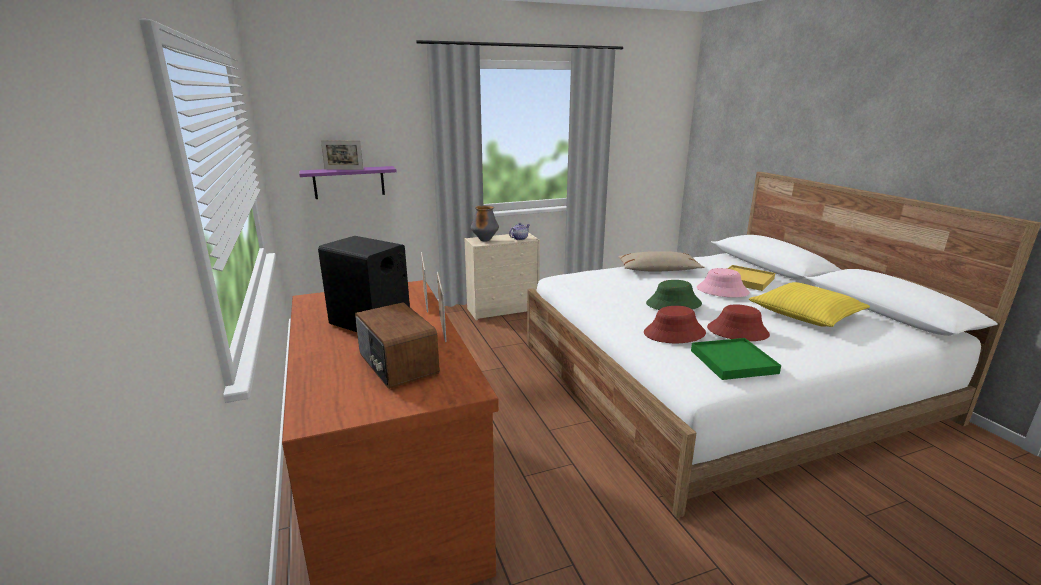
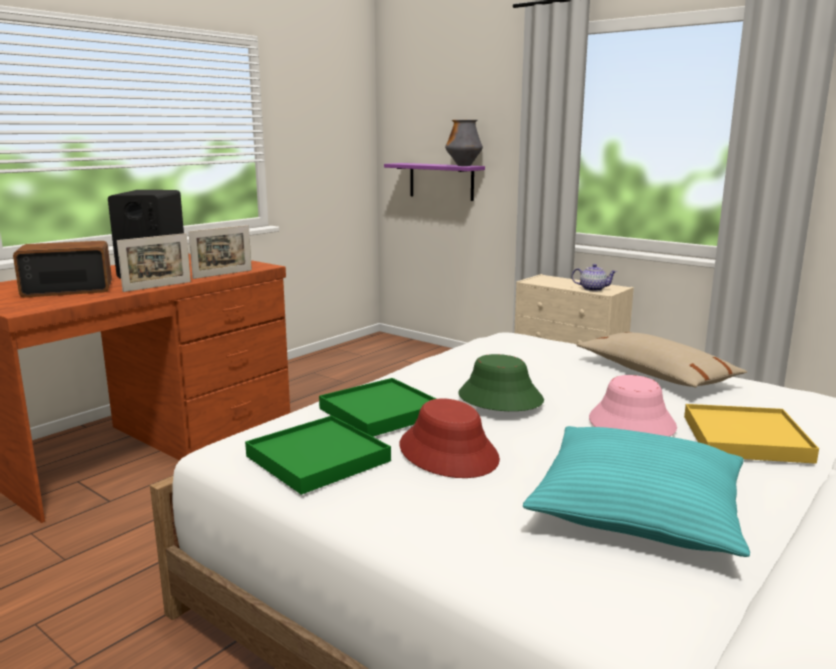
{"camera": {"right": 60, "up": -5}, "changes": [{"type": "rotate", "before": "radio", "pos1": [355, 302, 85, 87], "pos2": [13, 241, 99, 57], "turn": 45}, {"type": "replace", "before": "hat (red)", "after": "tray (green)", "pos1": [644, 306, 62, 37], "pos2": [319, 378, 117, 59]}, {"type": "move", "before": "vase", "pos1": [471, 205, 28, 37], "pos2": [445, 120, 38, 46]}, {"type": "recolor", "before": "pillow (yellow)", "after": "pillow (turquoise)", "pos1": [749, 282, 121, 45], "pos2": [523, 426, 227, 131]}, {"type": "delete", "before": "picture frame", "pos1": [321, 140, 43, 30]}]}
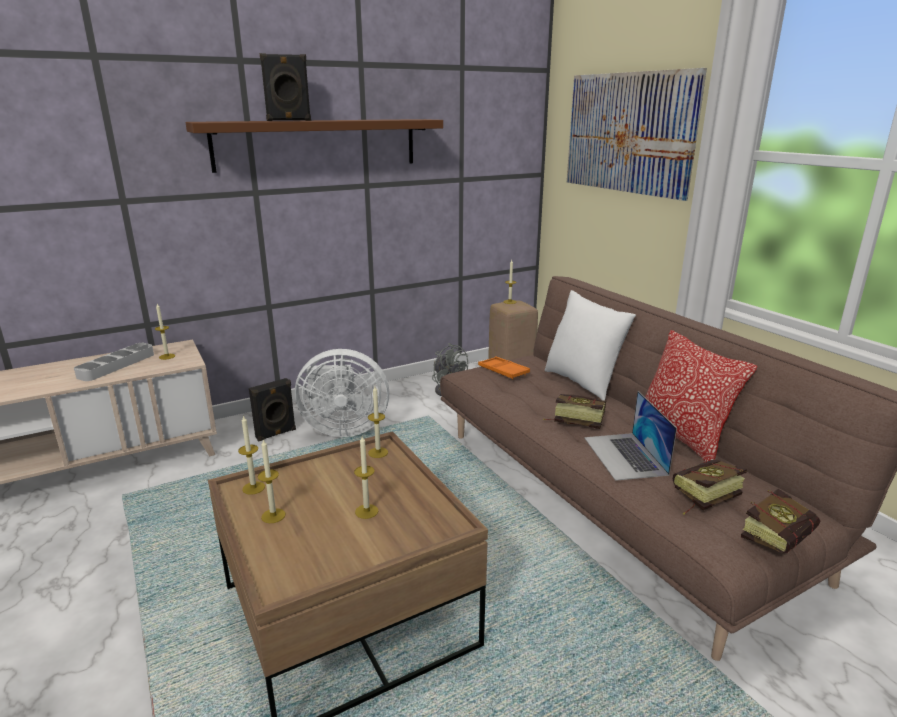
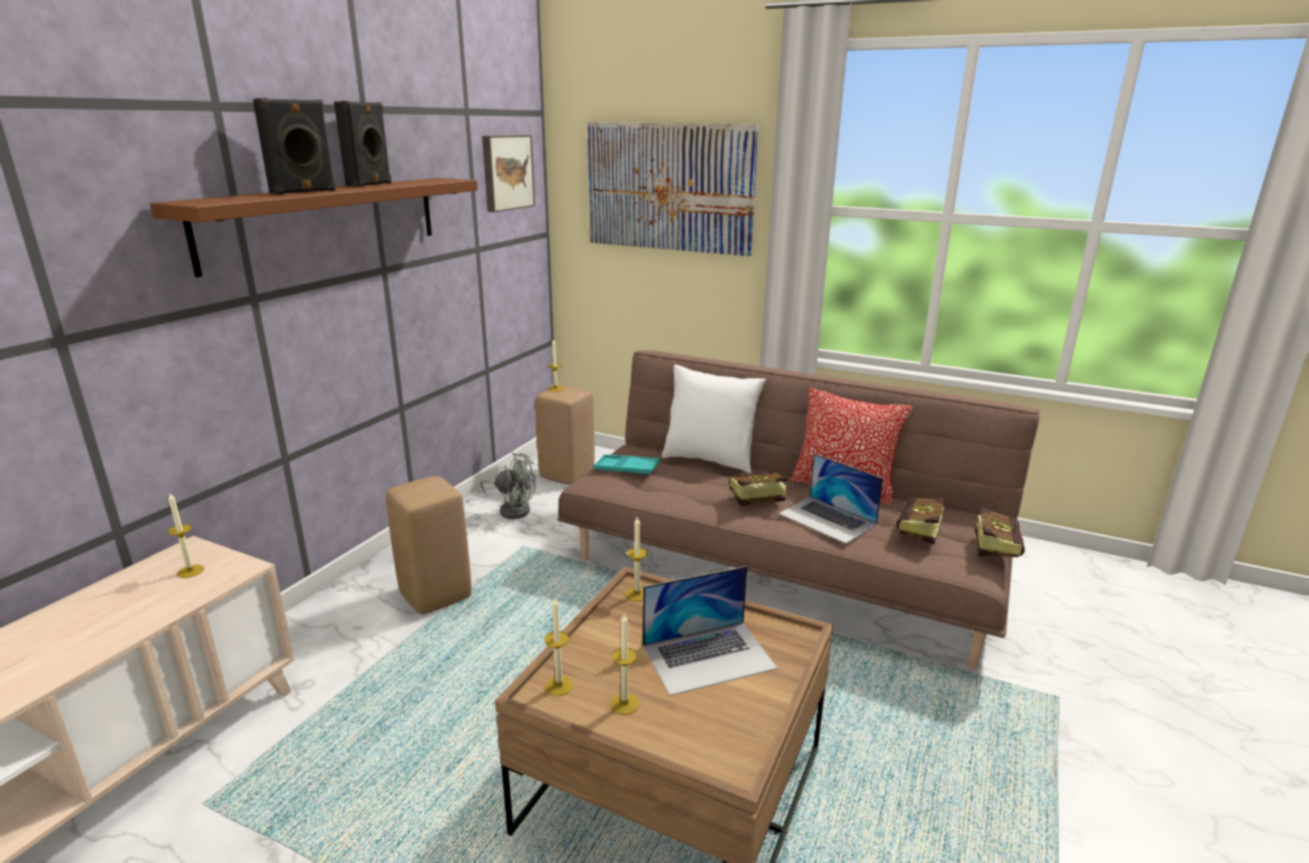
{"camera": {"right": -35, "up": 0}, "changes": [{"type": "move", "before": "speaker (black)", "pos1": [249, 378, 47, 63], "pos2": [334, 101, 57, 86]}, {"type": "replace", "before": "fan (white)", "after": "stool (beige)", "pos1": [295, 349, 94, 88], "pos2": [386, 476, 86, 139]}, {"type": "insert", "after": "picture", "pos2": [482, 135, 53, 77]}, {"type": "recolor", "before": "tray (orange)", "after": "tray (turquoise)", "pos1": [478, 356, 52, 23], "pos2": [593, 454, 67, 21]}, {"type": "replace", "before": "candle", "after": "laptop", "pos1": [354, 436, 25, 83], "pos2": [643, 566, 134, 130]}, {"type": "delete", "before": "tray (grey)", "pos1": [74, 343, 80, 38]}]}
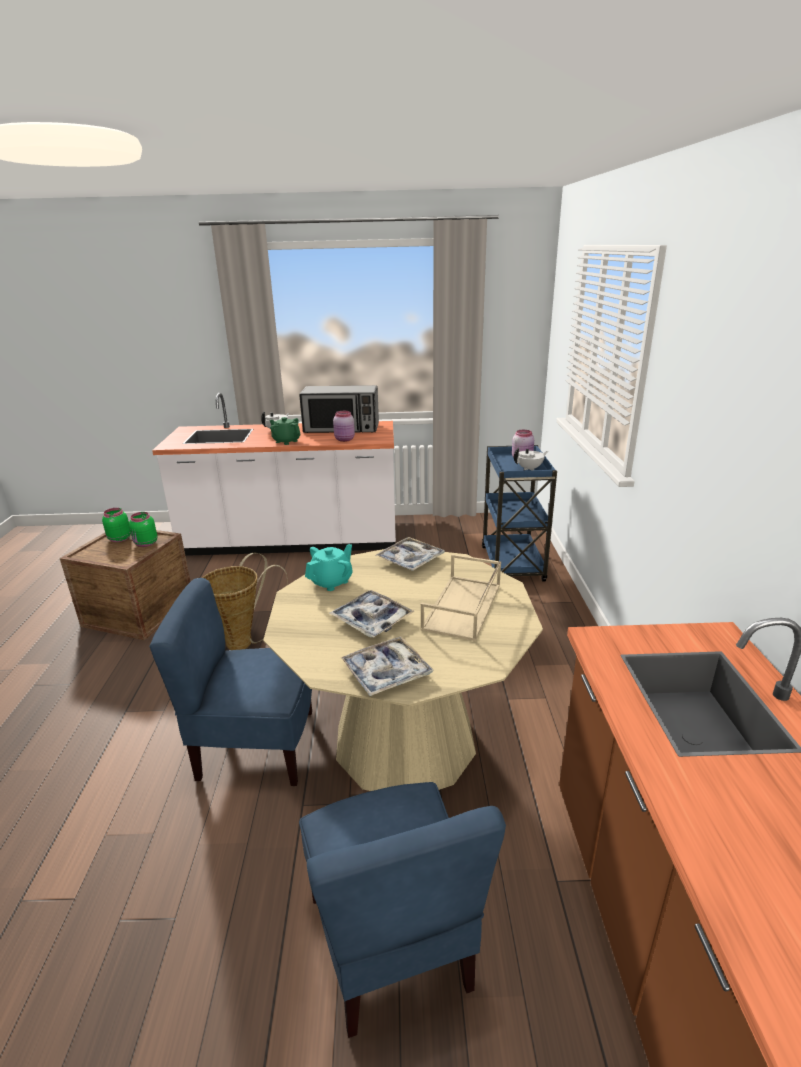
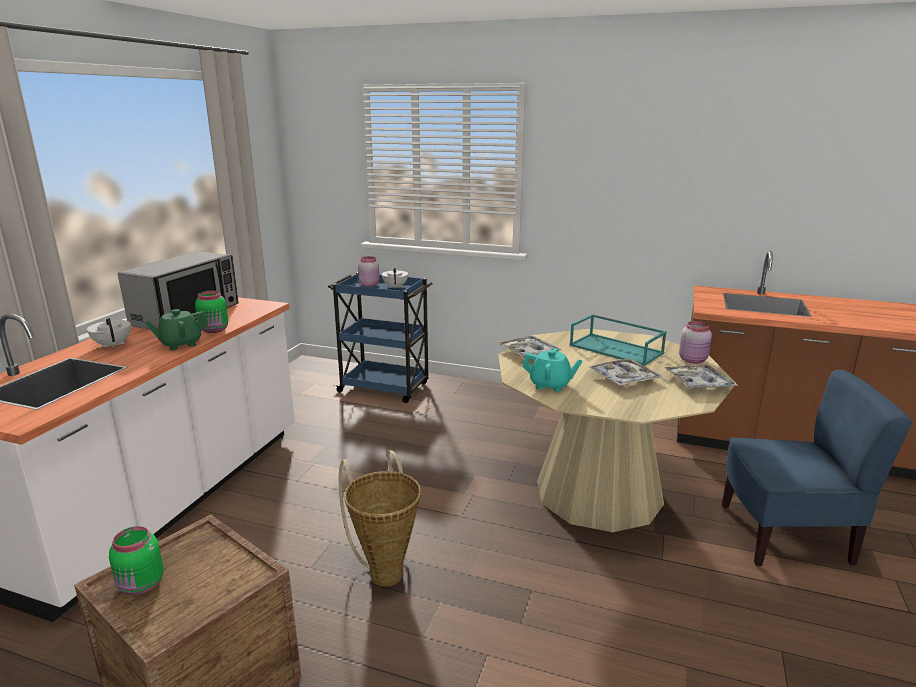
{"camera": {"right": -70, "up": -5}, "changes": [{"type": "move", "before": "jar (green)", "pos1": [129, 512, 28, 35], "pos2": [195, 291, 33, 42]}, {"type": "rotate", "before": "teapot (turquoise)", "pos1": [305, 544, 48, 47], "pos2": [522, 348, 60, 44], "turn": 135}, {"type": "recolor", "before": "tray (beige)", "after": "tray (turquoise)", "pos1": [421, 554, 80, 88], "pos2": [570, 314, 97, 52]}, {"type": "move", "before": "jar (pink)", "pos1": [333, 411, 22, 31], "pos2": [679, 321, 33, 43]}, {"type": "delete", "before": "chair (blue)", "pos1": [149, 578, 163, 208]}]}
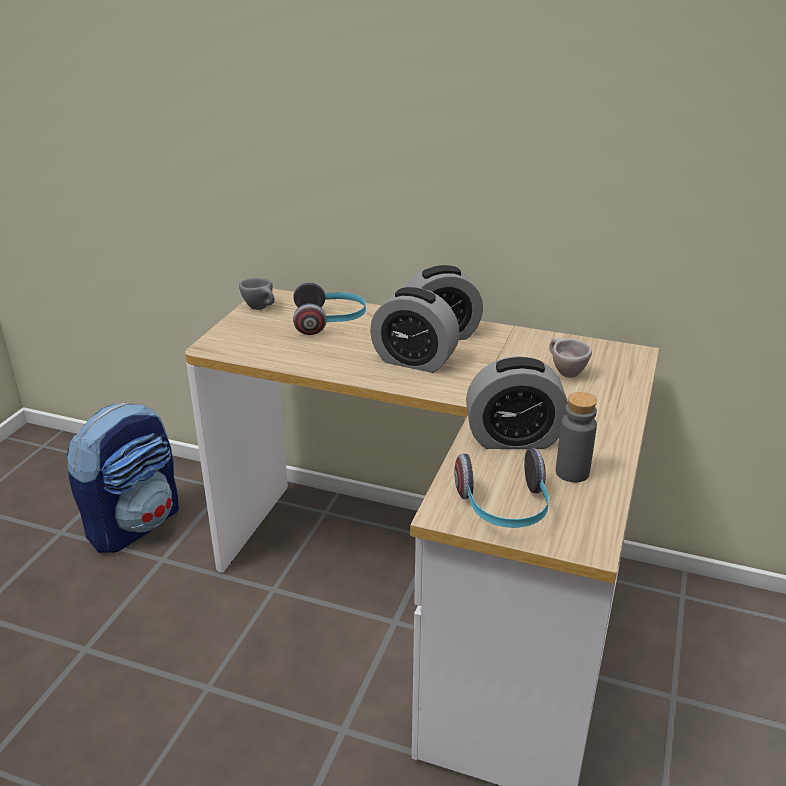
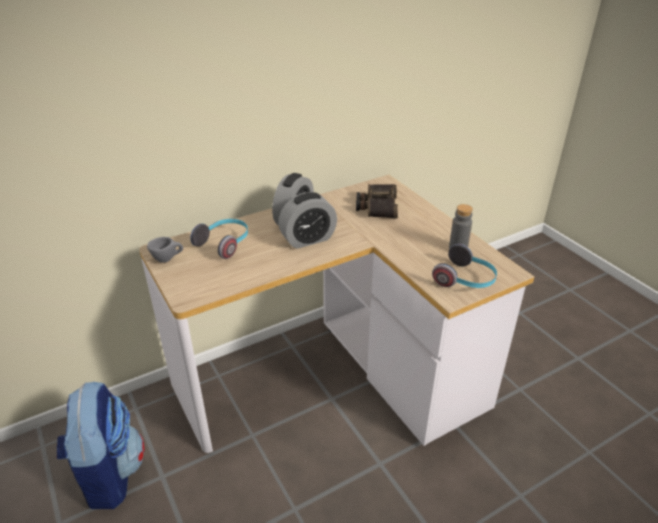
{"camera": {"right": -50, "up": 5}, "changes": [{"type": "replace", "before": "cup (beige)", "after": "binoculars", "pos1": [549, 338, 43, 40], "pos2": [356, 184, 42, 35]}, {"type": "delete", "before": "alarm clock", "pos1": [466, 356, 102, 93]}]}
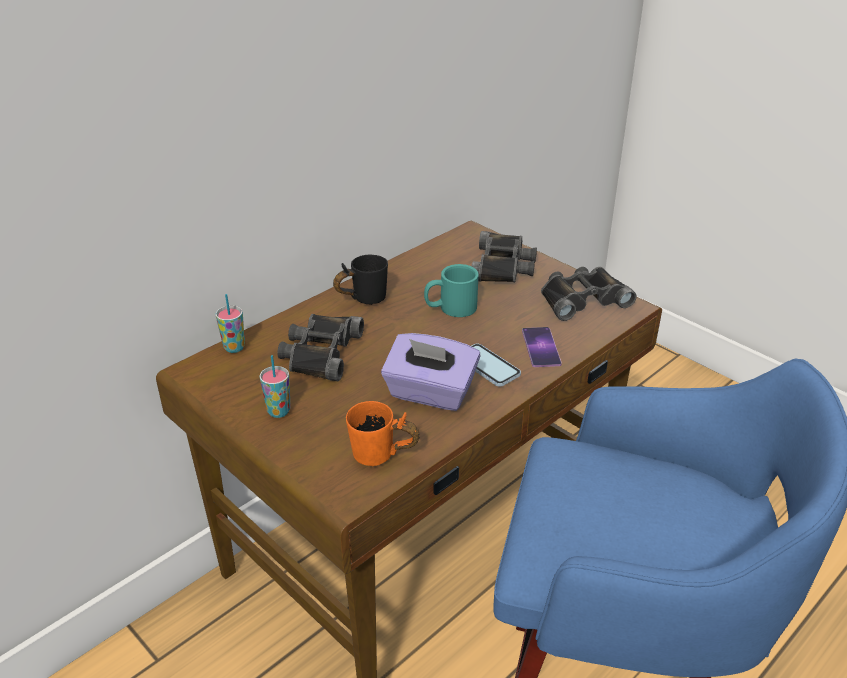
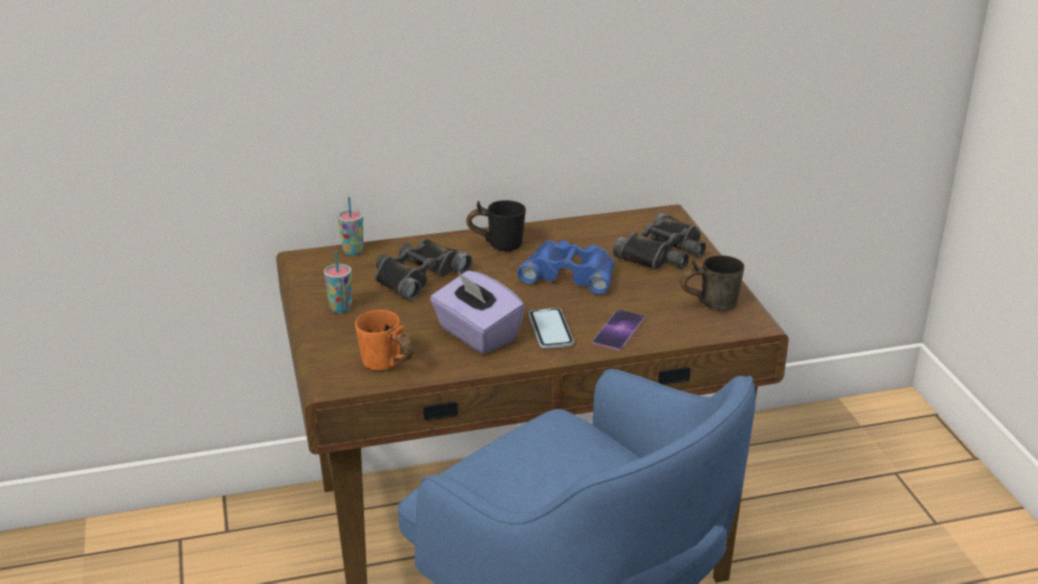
{"camera": {"right": 30, "up": -5}, "changes": [{"type": "replace", "before": "mug (turquoise)", "after": "binoculars (blue)", "pos1": [424, 264, 55, 53], "pos2": [517, 240, 98, 55]}, {"type": "replace", "before": "binoculars (black)", "after": "mug (grey)", "pos1": [541, 267, 95, 54], "pos2": [680, 255, 65, 56]}]}
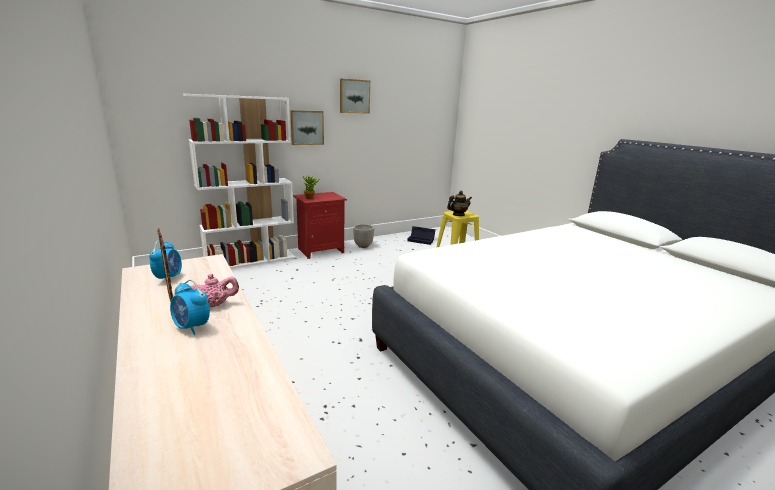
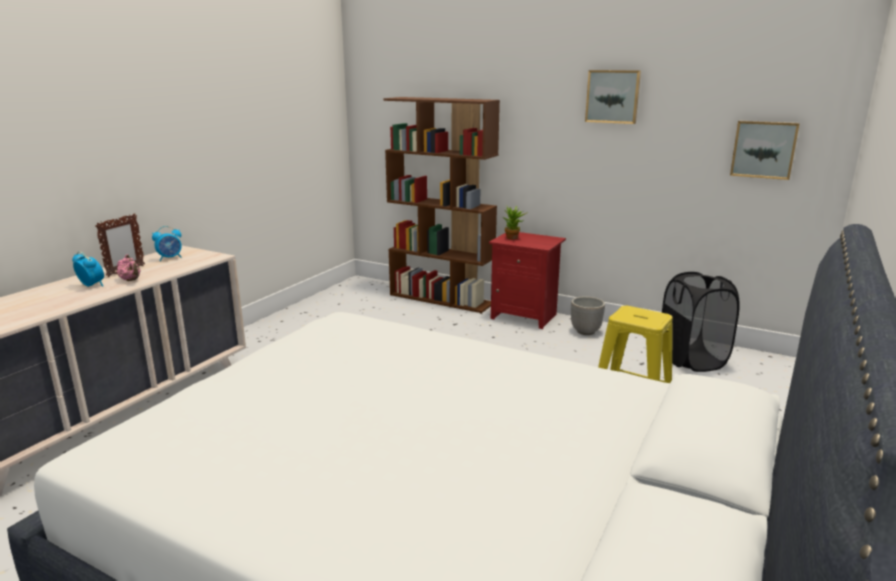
{"camera": {"right": 60, "up": 0}, "changes": [{"type": "rotate", "before": "alarm clock", "pos1": [170, 280, 40, 55], "pos2": [72, 251, 32, 36], "turn": 120}, {"type": "recolor", "before": "bookcase (white)", "after": "bookcase (brown)", "pos1": [183, 94, 112, 175], "pos2": [383, 97, 117, 216]}, {"type": "replace", "before": "storage box (black)", "after": "laundry basket (black)", "pos1": [407, 226, 28, 19], "pos2": [662, 272, 78, 100]}, {"type": "move", "before": "picture", "pos1": [290, 110, 34, 35], "pos2": [730, 121, 70, 59]}, {"type": "delete", "before": "teapot", "pos1": [447, 191, 25, 25]}]}
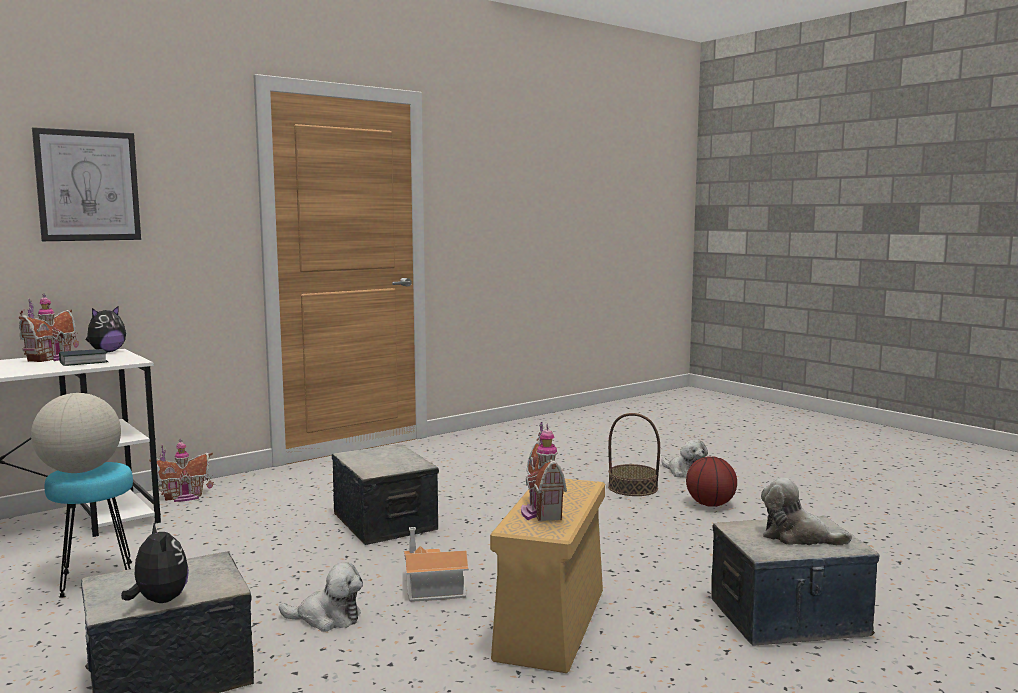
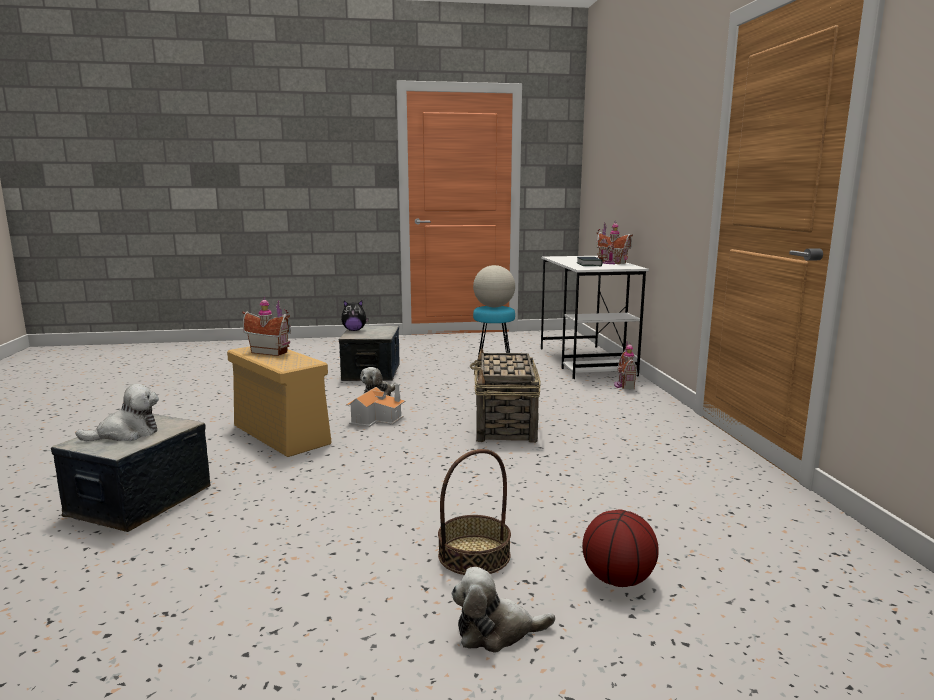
{"camera": {"right": 120, "up": 5}, "changes": [{"type": "replace", "before": "storage box", "after": "basket", "pos1": [332, 444, 107, 101], "pos2": [470, 347, 71, 96]}, {"type": "move", "before": "basketball", "pos1": [686, 456, 51, 51], "pos2": [582, 510, 77, 77]}, {"type": "delete", "before": "picture", "pos1": [32, 127, 109, 114]}, {"type": "delete", "before": "plush toy", "pos1": [86, 306, 40, 46]}]}
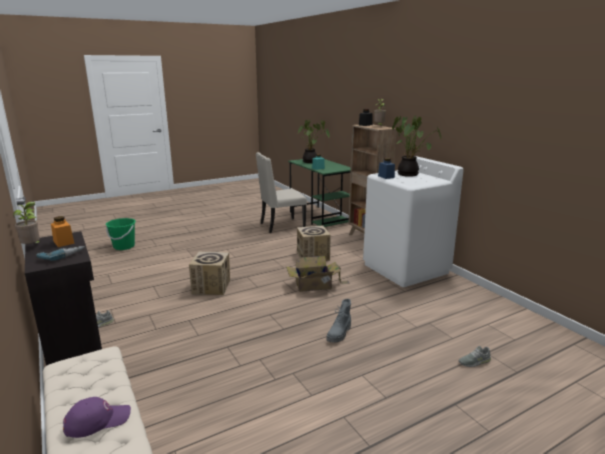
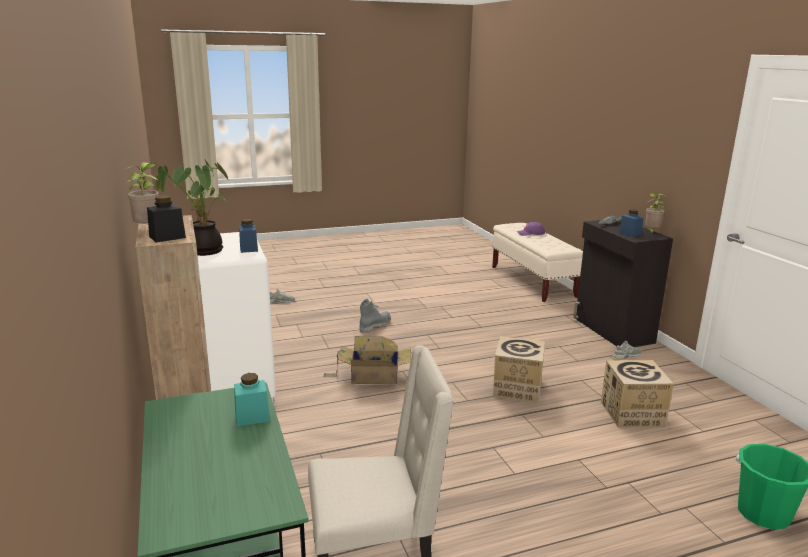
{"camera": {"right": -170, "up": 0}, "changes": [{"type": "move", "before": "cardboard box", "pos1": [297, 226, 34, 35], "pos2": [601, 360, 73, 68]}, {"type": "recolor", "before": "jar (orange)", "after": "jar (blue)", "pos1": [51, 216, 24, 31], "pos2": [619, 209, 24, 28]}, {"type": "delete", "before": "potted plant", "pos1": [298, 120, 31, 43]}]}
